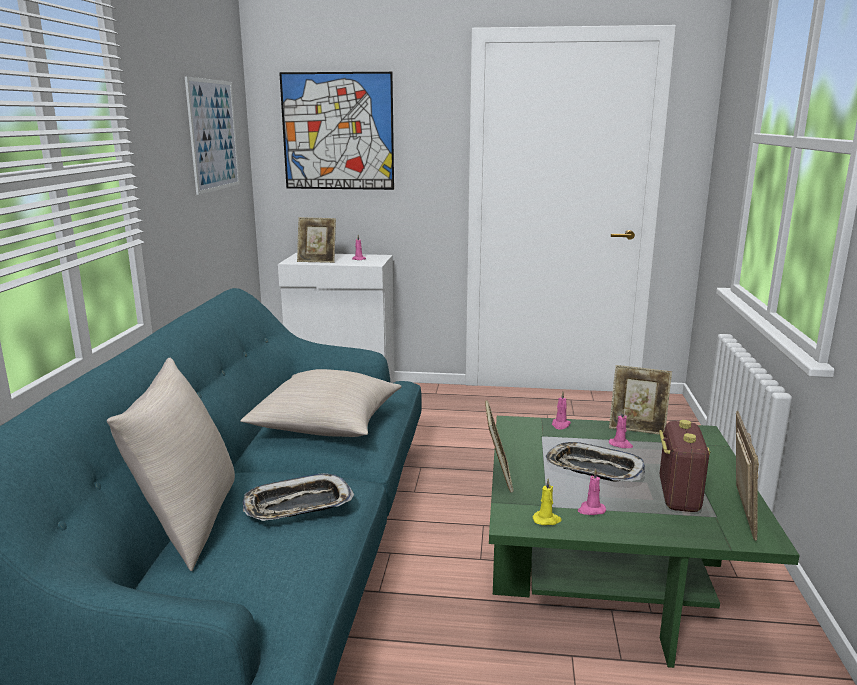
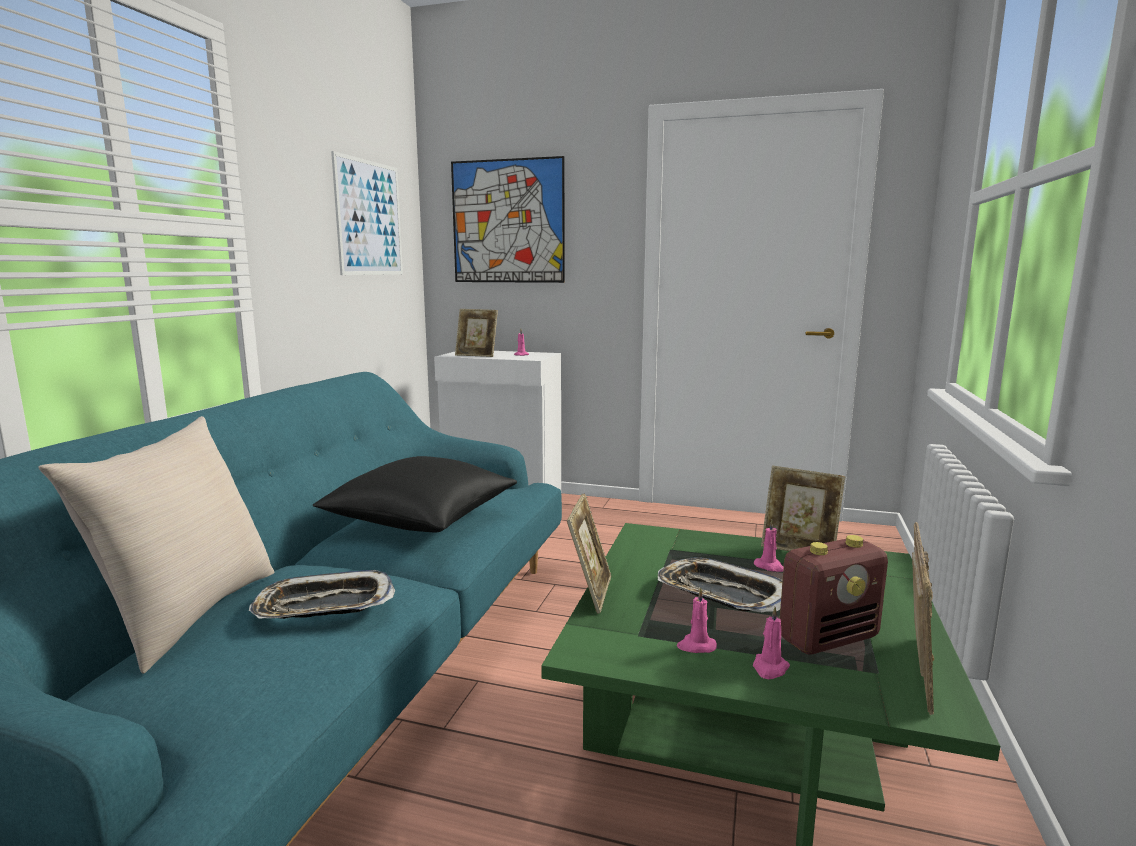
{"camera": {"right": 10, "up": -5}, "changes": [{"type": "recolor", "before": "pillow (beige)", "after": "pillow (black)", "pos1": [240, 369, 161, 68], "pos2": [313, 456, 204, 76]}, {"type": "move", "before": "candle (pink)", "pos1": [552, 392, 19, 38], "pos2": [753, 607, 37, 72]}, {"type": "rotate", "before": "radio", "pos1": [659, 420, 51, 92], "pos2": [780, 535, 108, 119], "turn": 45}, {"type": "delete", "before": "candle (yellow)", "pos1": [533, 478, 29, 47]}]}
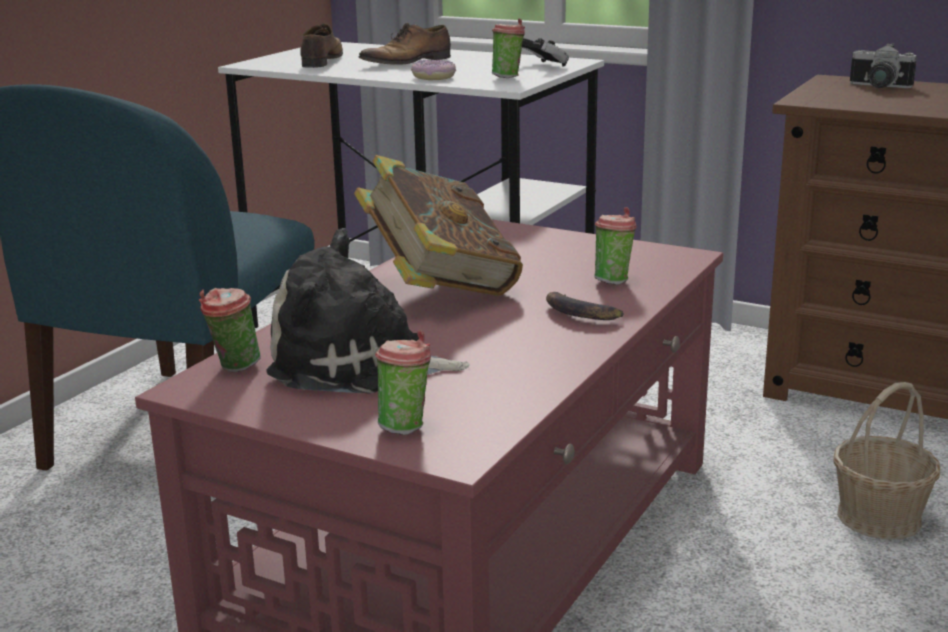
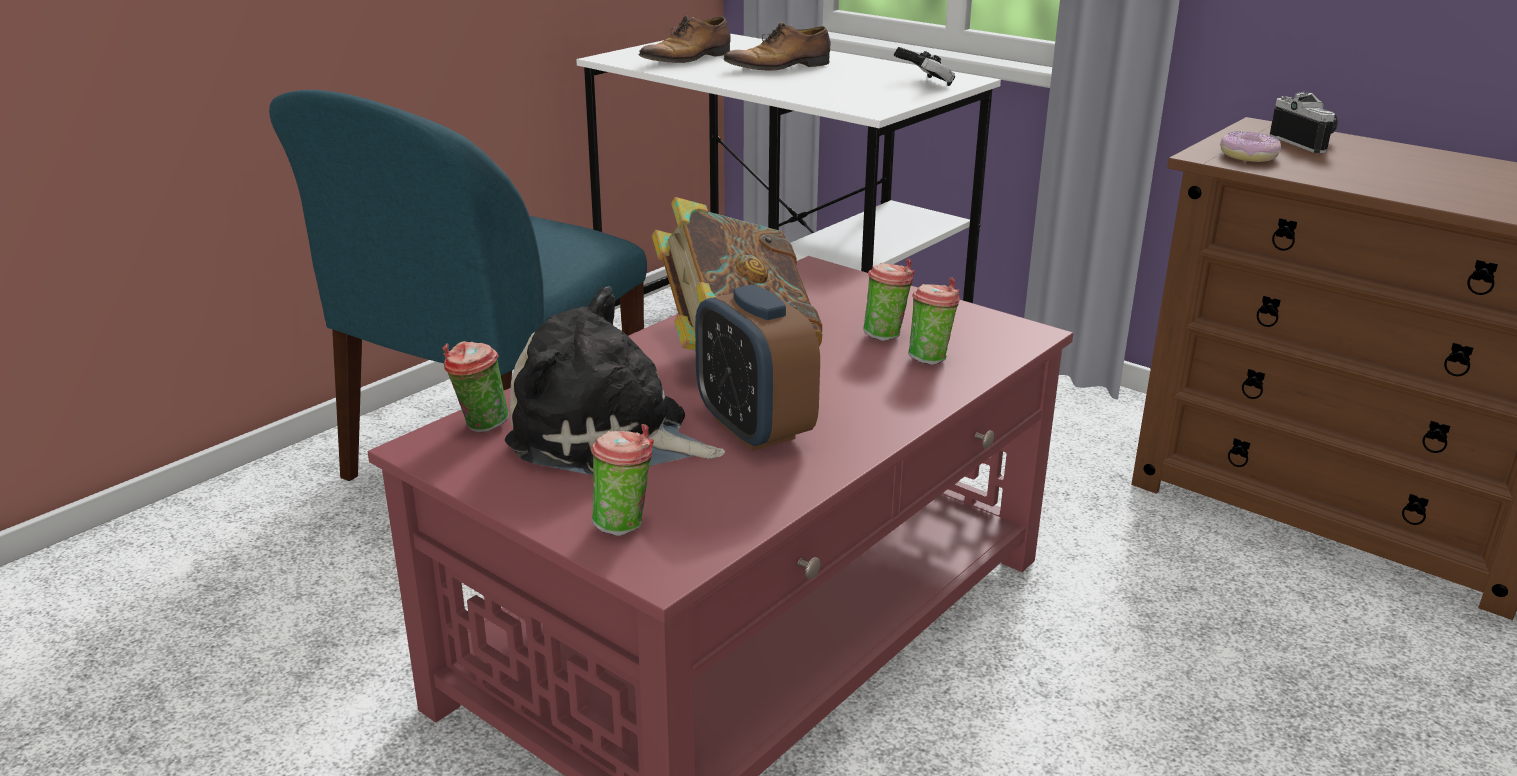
{"camera": {"right": 10, "up": 5}, "changes": [{"type": "rotate", "before": "shoe", "pos1": [300, 23, 43, 45], "pos2": [638, 15, 93, 53], "turn": -150}, {"type": "insert", "after": "alarm clock", "pos2": [695, 284, 125, 167]}, {"type": "move", "before": "cup", "pos1": [492, 18, 33, 60], "pos2": [863, 259, 52, 82]}, {"type": "move", "before": "donut", "pos1": [411, 60, 45, 20], "pos2": [1220, 131, 62, 31]}, {"type": "rotate", "before": "photo camera", "pos1": [850, 43, 67, 45], "pos2": [1270, 91, 68, 62], "turn": -150}, {"type": "delete", "before": "banana", "pos1": [546, 292, 78, 28]}, {"type": "delete", "before": "basket", "pos1": [833, 382, 107, 158]}]}
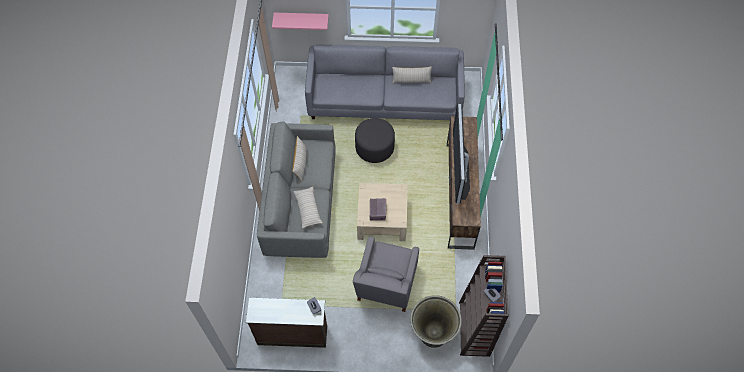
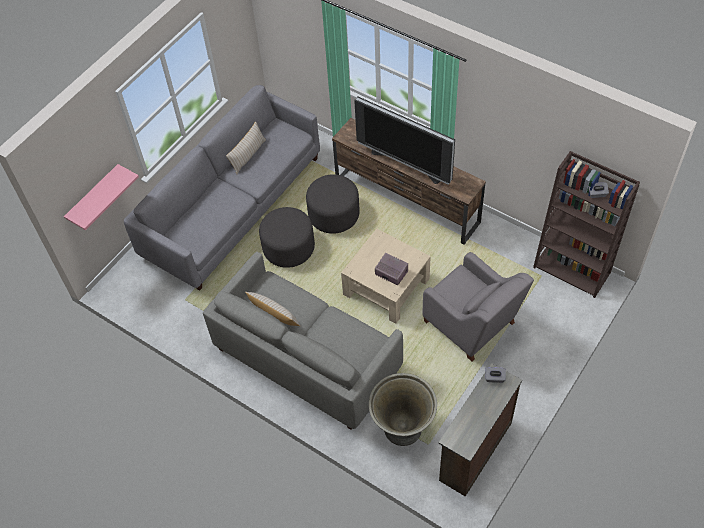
{"camera": {"right": -55, "up": -5}, "changes": [{"type": "insert", "after": "ottoman (grey)", "pos2": [306, 174, 54, 60]}, {"type": "move", "before": "planter (grey)", "pos1": [410, 295, 52, 53], "pos2": [369, 373, 68, 73]}, {"type": "delete", "before": "pillow (beige)", "pos1": [293, 187, 30, 41]}]}
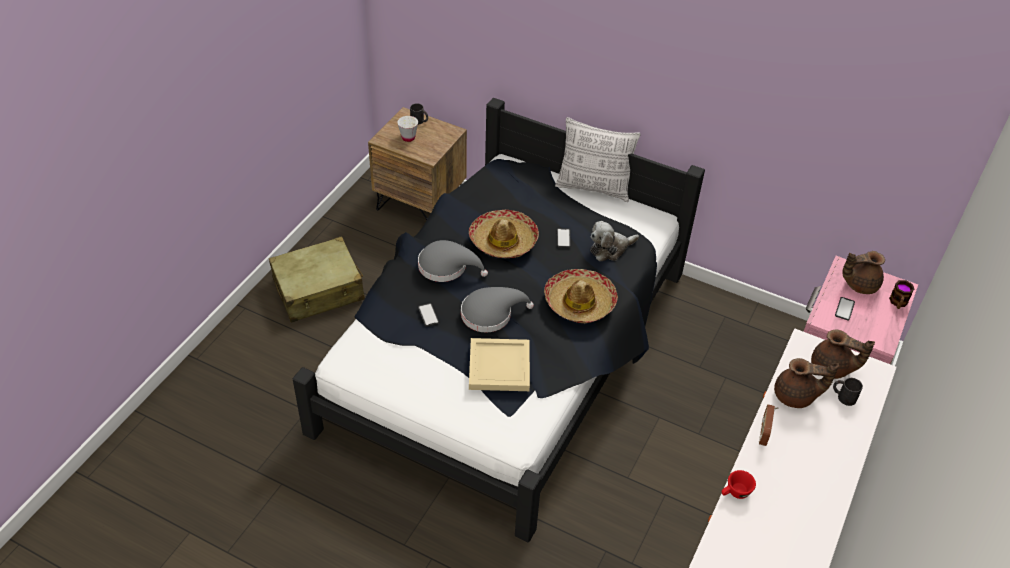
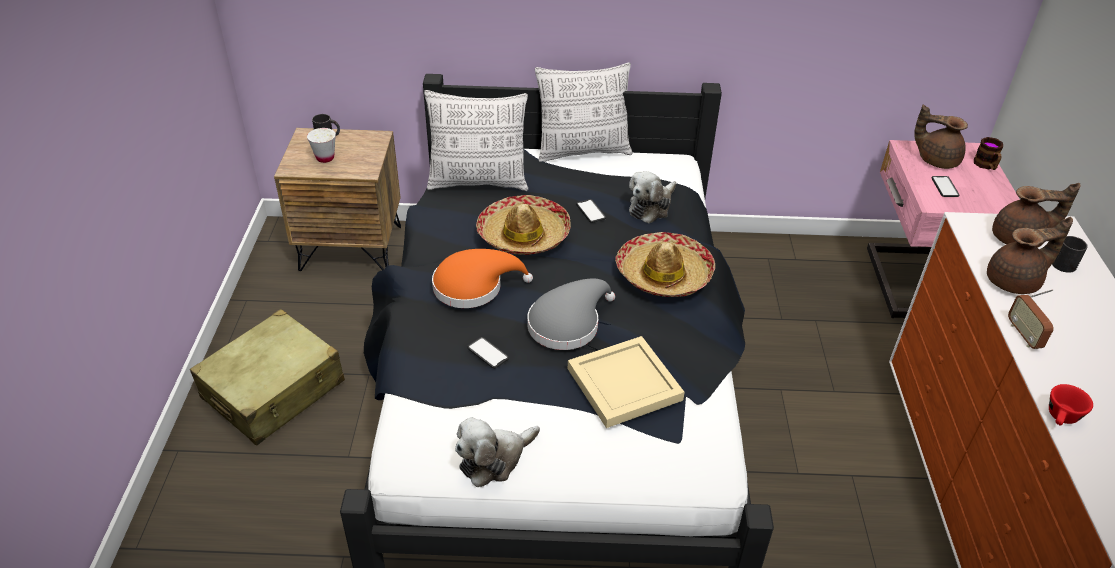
{"camera": {"right": -25, "up": -5}, "changes": [{"type": "insert", "after": "pillow", "pos2": [424, 90, 104, 101]}, {"type": "recolor", "before": "hat (grey)", "after": "hat (orange)", "pos1": [418, 240, 70, 42], "pos2": [432, 249, 101, 59]}, {"type": "insert", "after": "plush toy", "pos2": [455, 417, 85, 70]}, {"type": "rotate", "before": "teapot (brown)", "pos1": [842, 251, 43, 43], "pos2": [914, 104, 54, 65], "turn": 60}]}
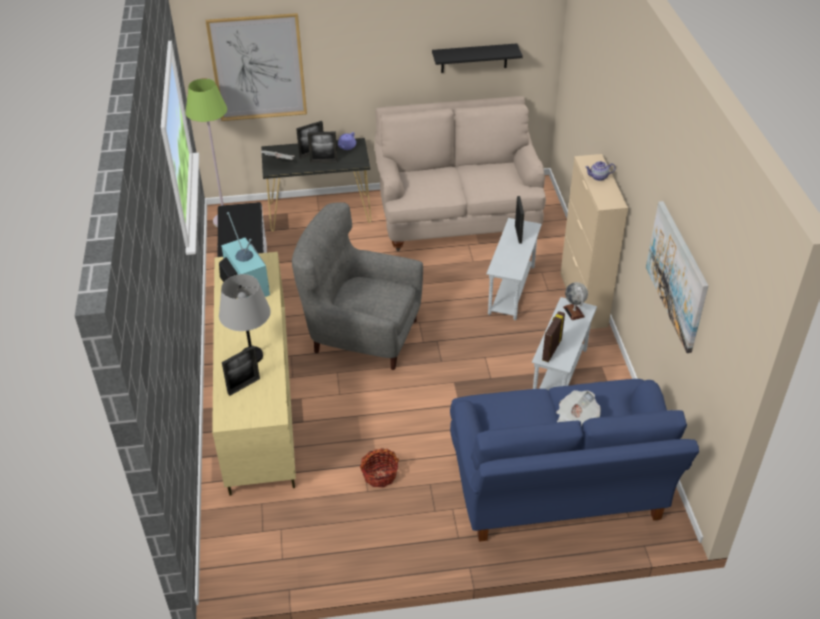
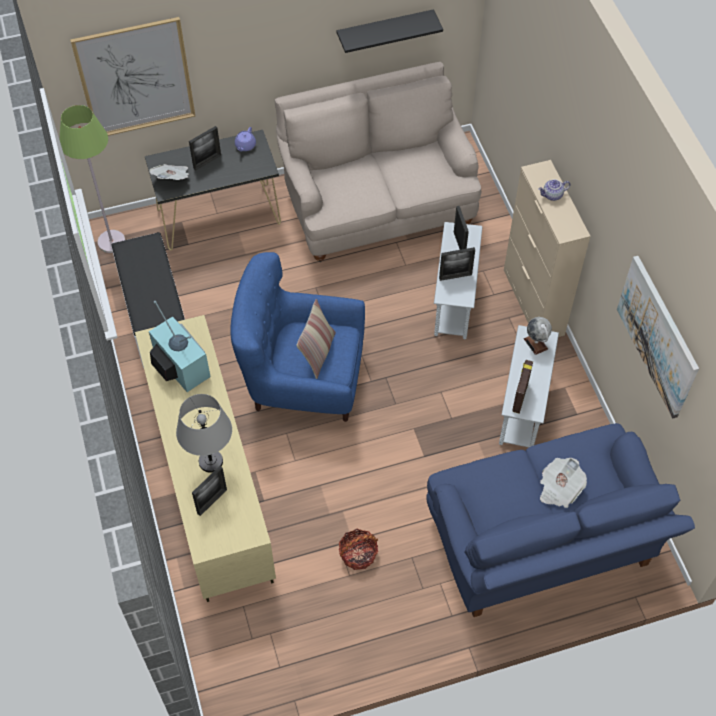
{"camera": {"right": -10, "up": 15}, "changes": [{"type": "recolor", "before": "armchair (grey)", "after": "armchair (blue)", "pos1": [292, 202, 131, 168], "pos2": [230, 252, 135, 170]}, {"type": "insert", "after": "pillow", "pos2": [296, 299, 40, 80]}, {"type": "move", "before": "picture frame", "pos1": [307, 131, 31, 32], "pos2": [439, 247, 36, 34]}]}
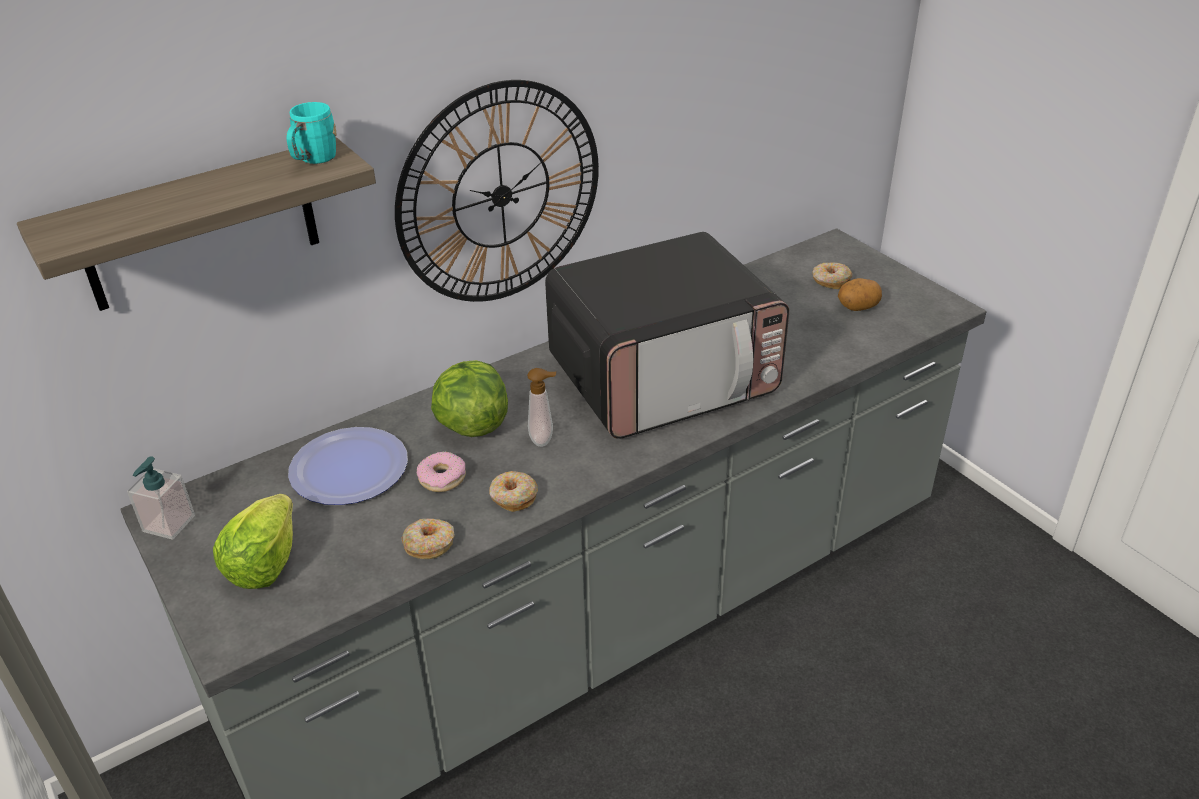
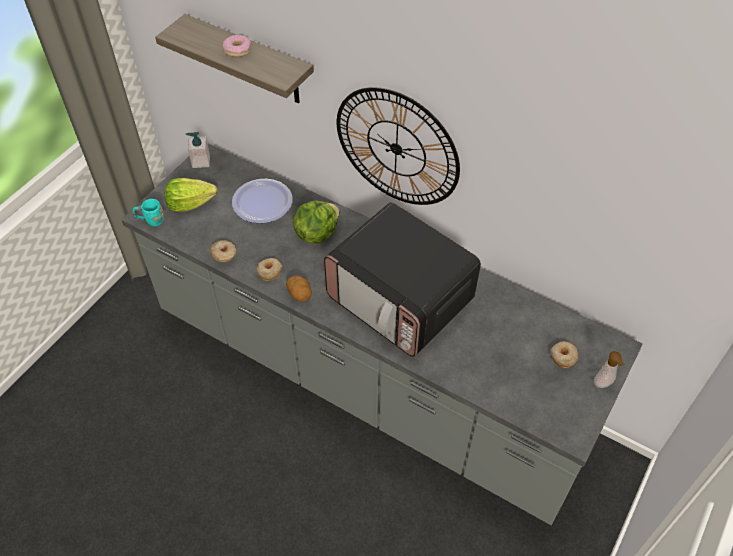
{"camera": {"right": 65, "up": 15}, "changes": [{"type": "move", "before": "mug (turquoise)", "pos1": [286, 102, 51, 62], "pos2": [132, 199, 32, 28]}, {"type": "move", "before": "donut", "pos1": [417, 452, 49, 40], "pos2": [222, 35, 30, 22]}, {"type": "move", "before": "potato", "pos1": [838, 278, 44, 33], "pos2": [286, 275, 26, 27]}, {"type": "move", "before": "soap dispenser", "pos1": [527, 368, 29, 79], "pos2": [594, 351, 30, 37]}]}
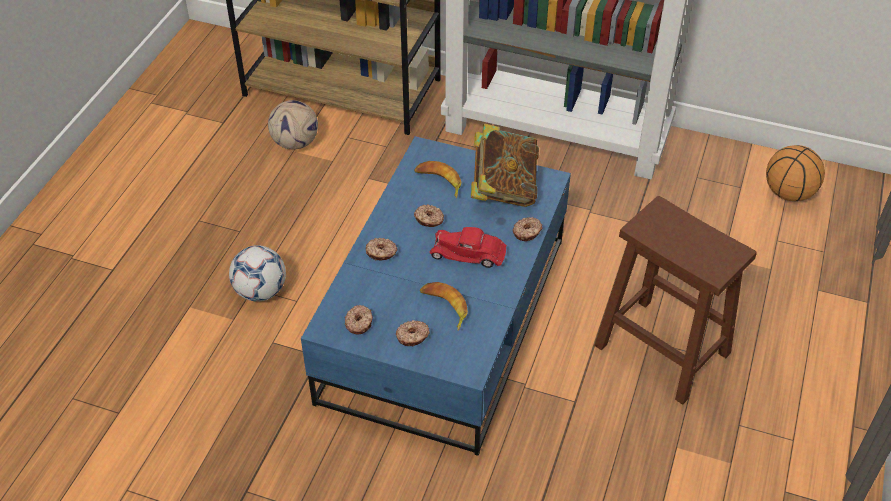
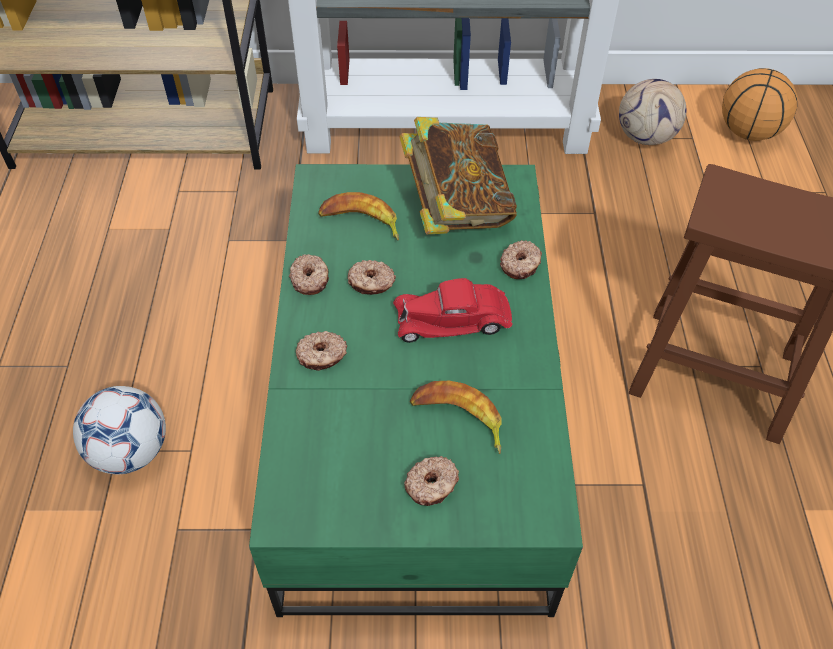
{"camera": {"right": -20, "up": 5}, "changes": [{"type": "recolor", "before": "coffee table (blue)", "after": "coffee table (green)", "pos1": [301, 136, 270, 320], "pos2": [249, 164, 334, 453]}, {"type": "move", "before": "donut", "pos1": [345, 305, 28, 29], "pos2": [289, 254, 40, 41]}, {"type": "move", "before": "football", "pos1": [268, 100, 50, 49], "pos2": [619, 79, 67, 66]}]}
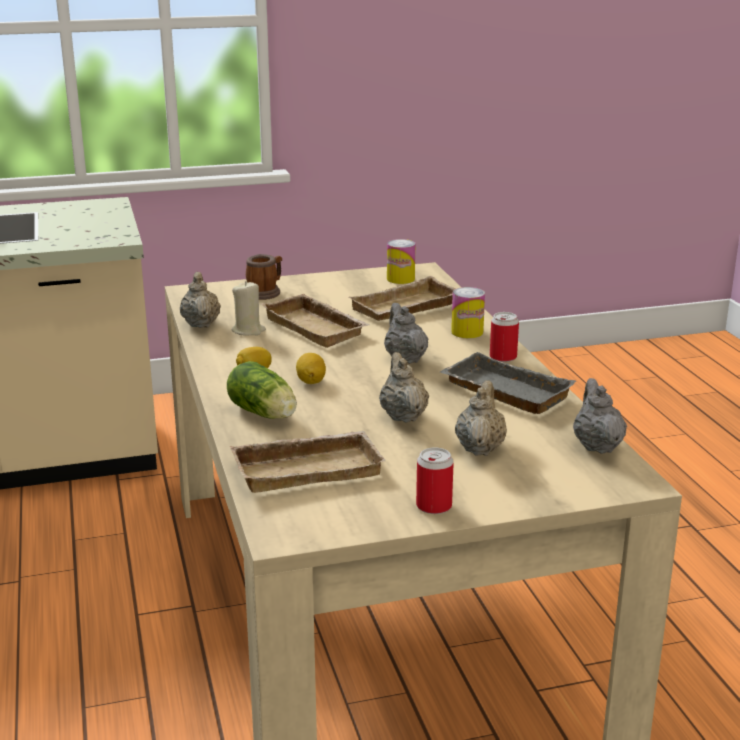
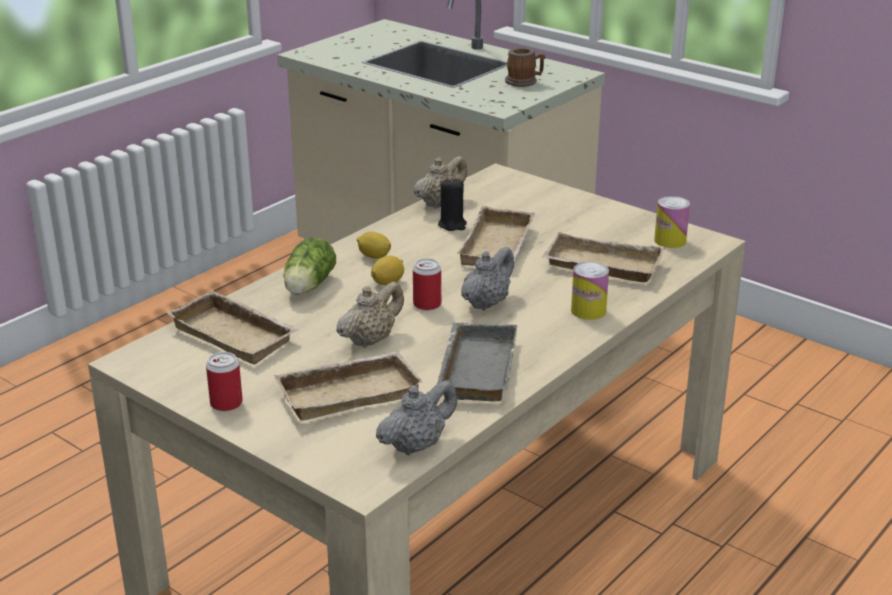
{"camera": {"right": 55, "up": 5}, "changes": [{"type": "replace", "before": "teapot (beige)", "after": "tray (beige)", "pos1": [455, 380, 52, 76], "pos2": [274, 351, 149, 70]}, {"type": "move", "before": "can", "pos1": [490, 312, 29, 50], "pos2": [413, 258, 28, 52]}, {"type": "recolor", "before": "candle (beige)", "after": "candle (black)", "pos1": [232, 281, 34, 55], "pos2": [438, 177, 29, 54]}, {"type": "move", "before": "mug", "pos1": [246, 254, 36, 46], "pos2": [505, 47, 41, 40]}]}
